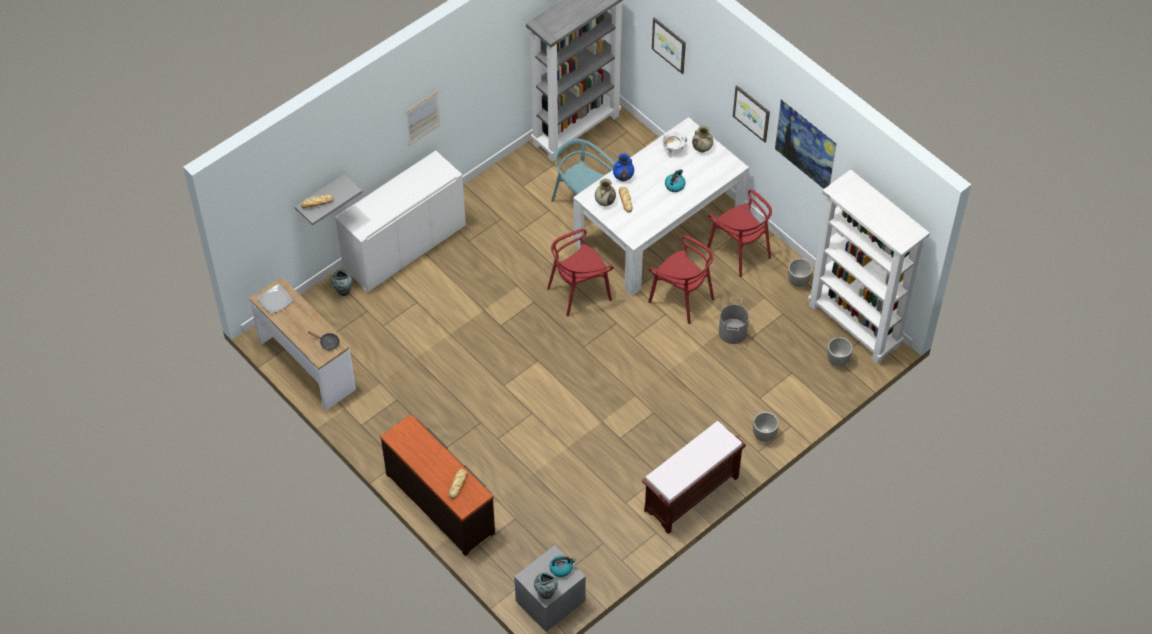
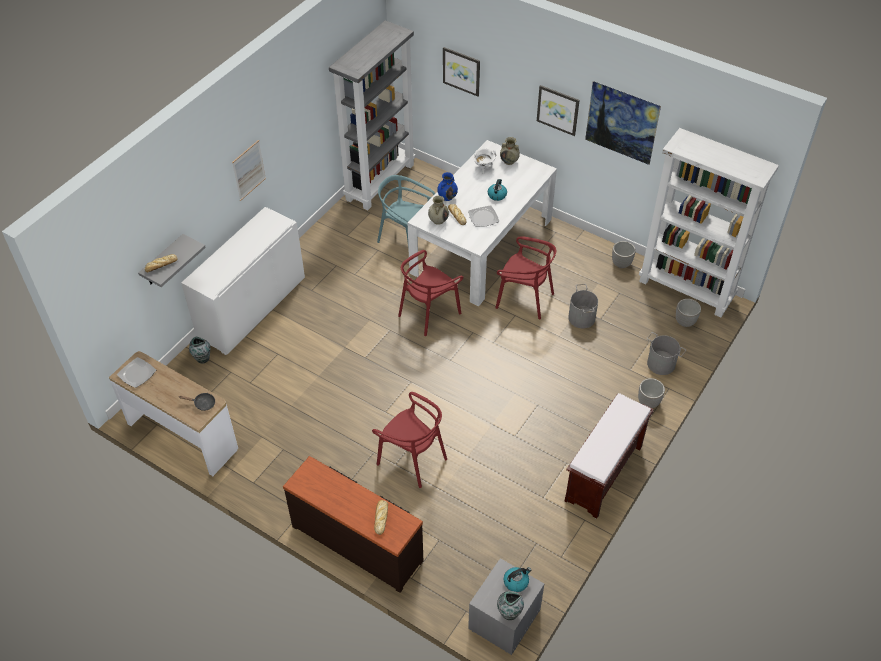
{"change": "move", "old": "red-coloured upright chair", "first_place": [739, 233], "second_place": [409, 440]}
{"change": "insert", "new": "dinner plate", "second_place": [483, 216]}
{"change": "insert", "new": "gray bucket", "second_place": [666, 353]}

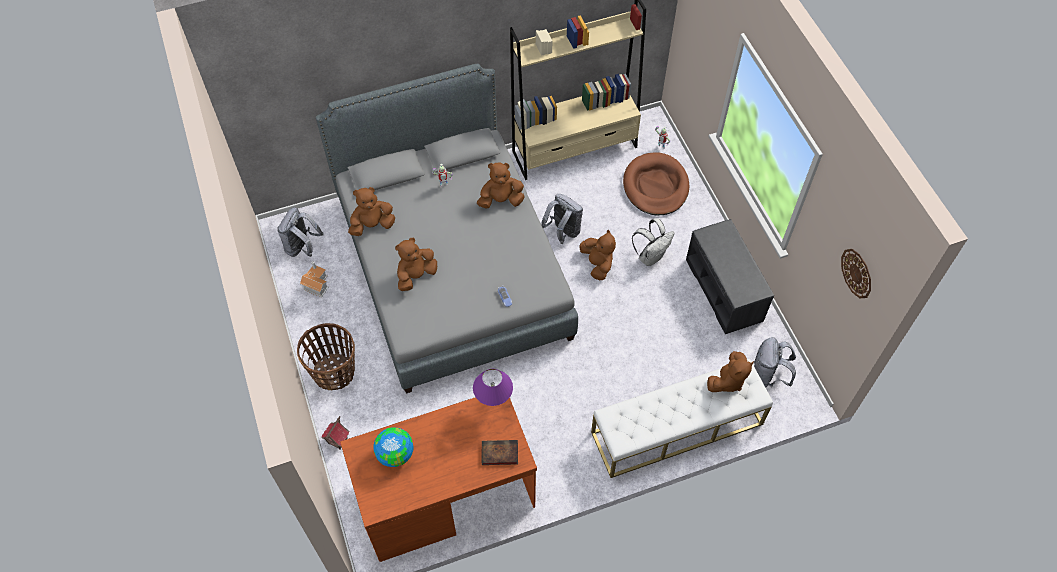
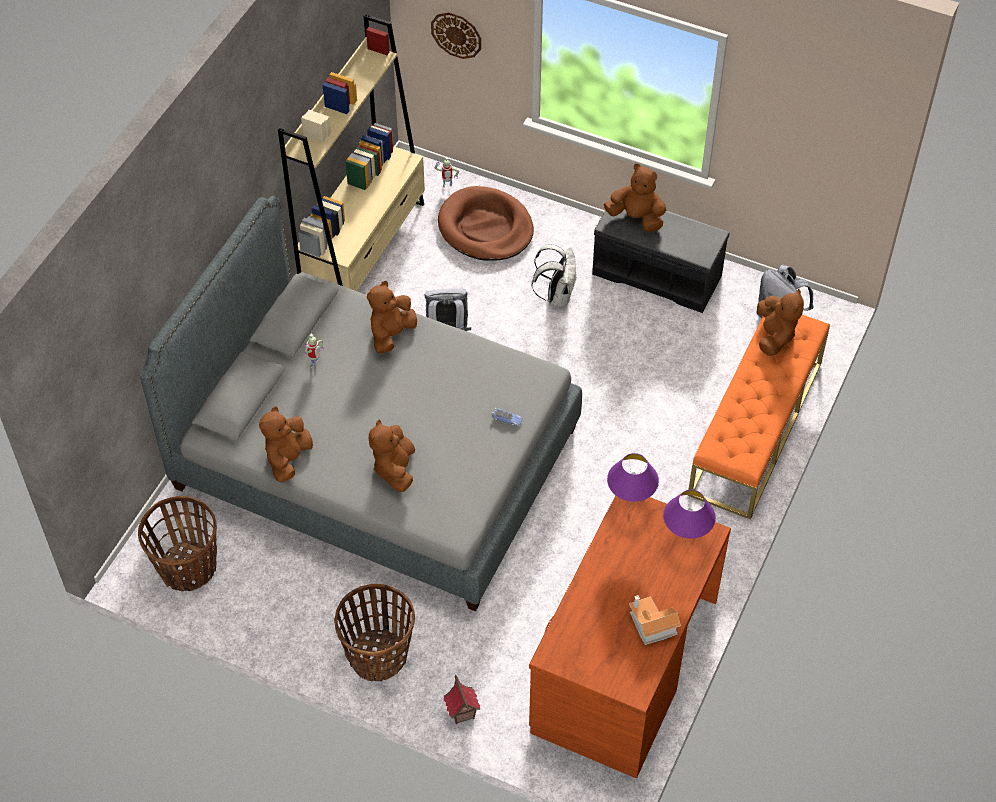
{"change": "replace", "old": "gray knapsack", "new": "household basket", "first_place": [300, 232], "second_place": [177, 543]}
{"change": "move", "old": "model house", "first_place": [314, 279], "second_place": [655, 620]}
{"change": "delete", "old": "world globe", "first_place": [393, 447]}
{"change": "replace", "old": "bound book", "new": "purplish table lamp", "first_place": [500, 452], "second_place": [689, 517]}
{"change": "move", "old": "brown soft toy", "first_place": [598, 255], "second_place": [635, 198]}
{"change": "recolor", "old": "whitish indoor bench", "new": "orange-coloured indoor bench", "first_place": [682, 418], "second_place": [759, 417]}
{"change": "move", "old": "hanging clock", "first_place": [856, 273], "second_place": [456, 35]}

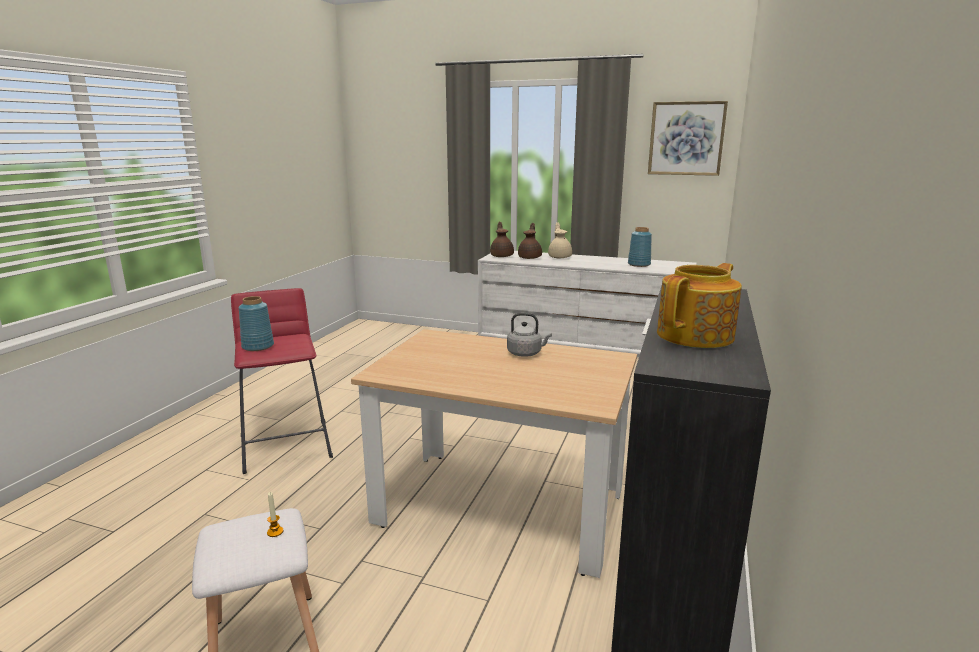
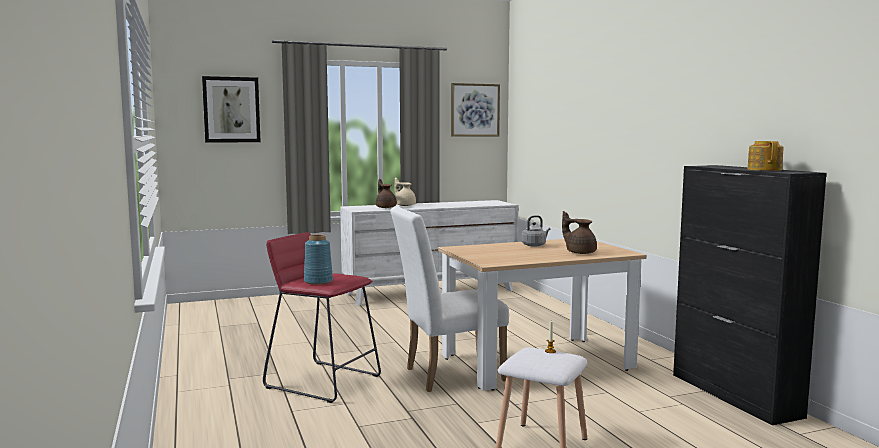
{"change": "move", "old": "brown teapot", "first_place": [502, 239], "second_place": [579, 232]}
{"change": "delete", "old": "bluish vase", "first_place": [640, 247]}
{"change": "insert", "new": "wall picture", "second_place": [231, 109]}
{"change": "insert", "new": "whitish upright chair", "second_place": [449, 299]}

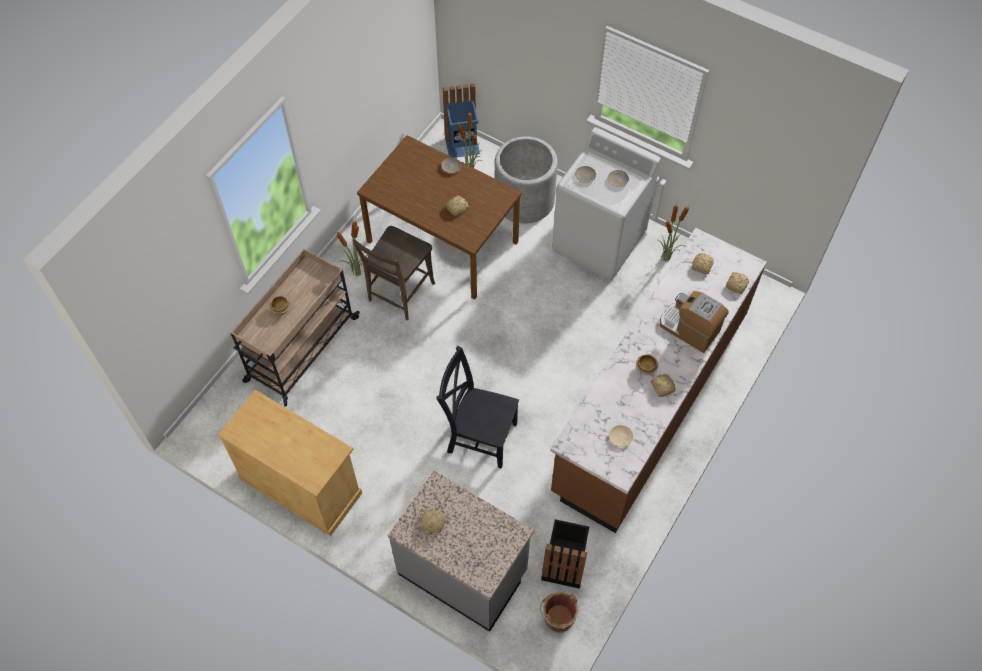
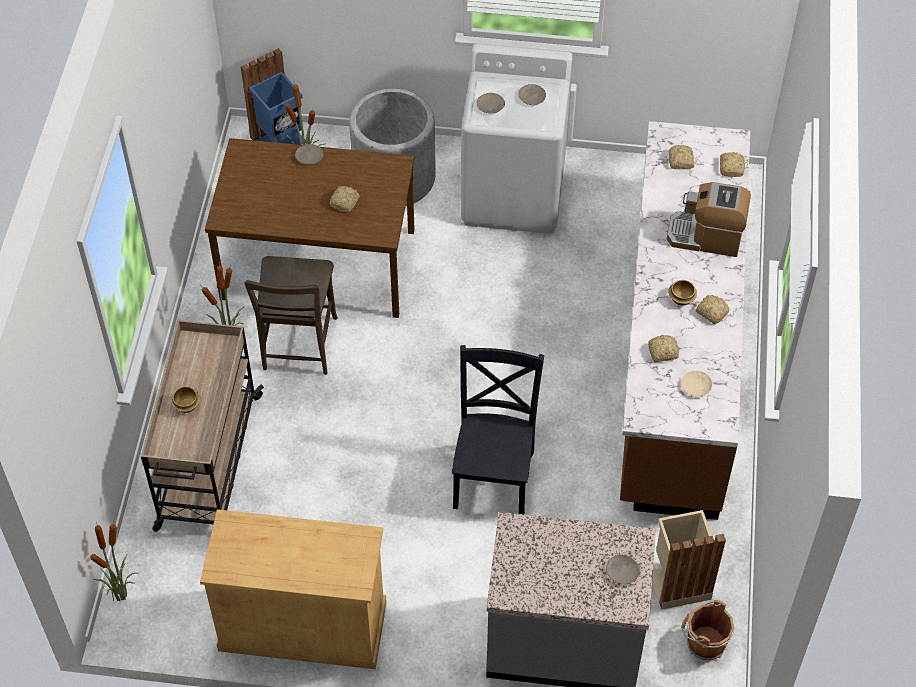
{"change": "move", "old": "bakery bread", "first_place": [433, 521], "second_place": [663, 348]}
{"change": "rotate", "old": "black-coloured upright chair", "first_place": [478, 407], "second_place": [498, 429], "degrees": 105}
{"change": "recolor", "old": "black-coloured waste bin", "new": "sand-coloured waste bin", "first_place": [565, 554], "second_place": [689, 560]}
{"change": "move", "old": "potted plant", "first_place": [673, 232], "second_place": [114, 561]}
{"change": "insert", "new": "sand-coloured dinner plate", "second_place": [622, 569]}

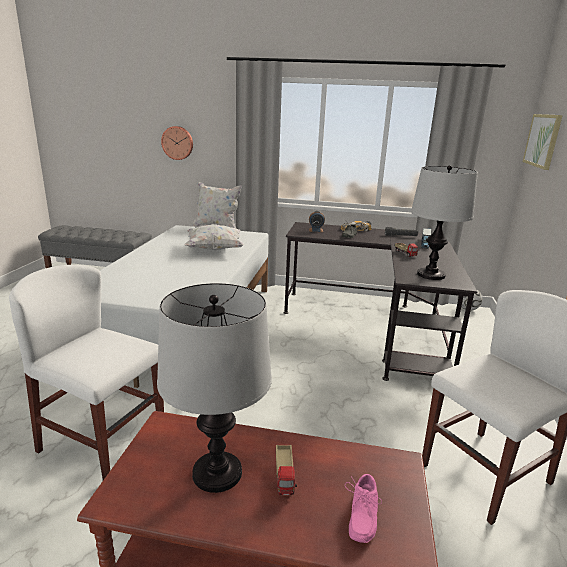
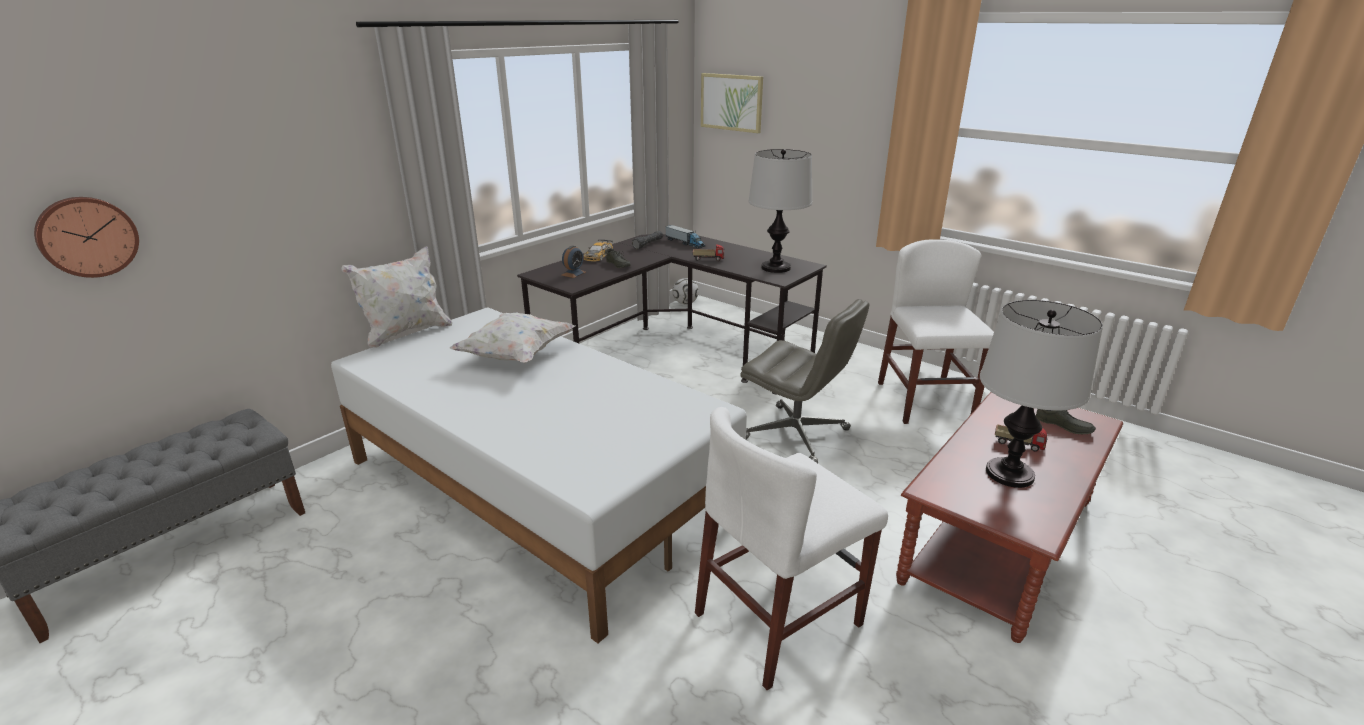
{"change": "move", "old": "hanging clock", "first_place": [177, 143], "second_place": [86, 237]}
{"change": "recolor", "old": "pink-coloured shoe", "new": "gray shoe", "first_place": [363, 508], "second_place": [1066, 421]}
{"change": "insert", "new": "gray office chair", "second_place": [804, 381]}

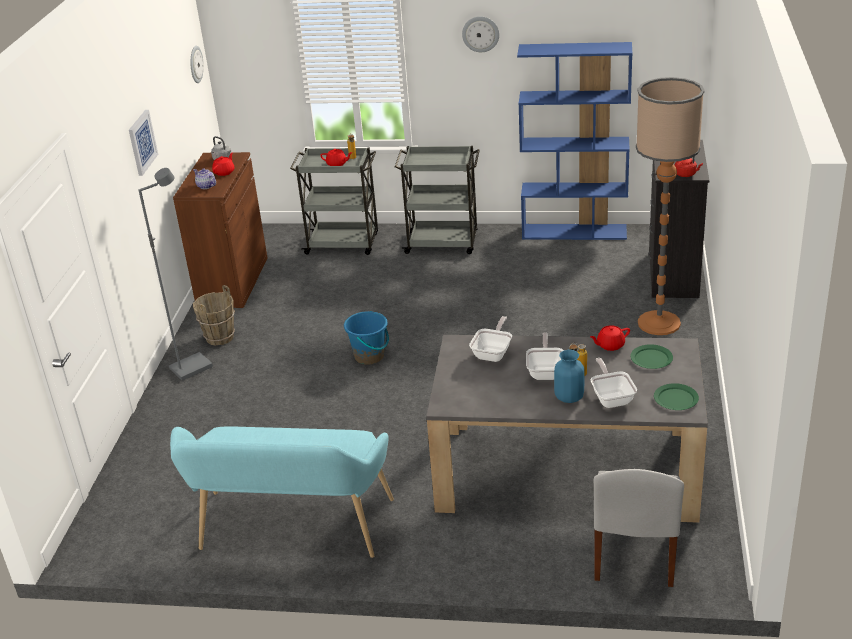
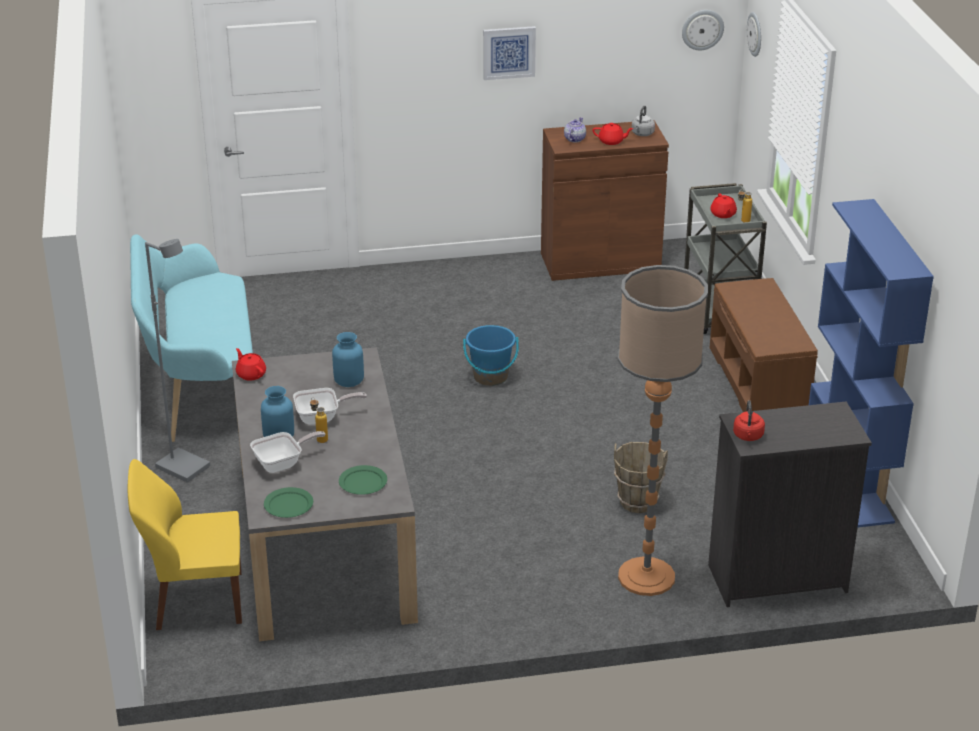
{"change": "move", "old": "gray floor lamp", "first_place": [175, 274], "second_place": [177, 361]}
{"change": "move", "old": "brown bucket", "first_place": [214, 315], "second_place": [641, 477]}
{"change": "replace", "old": "gray trolley", "new": "brown indoor bench", "first_place": [437, 200], "second_place": [764, 345]}
{"change": "move", "old": "hanging clock", "first_place": [480, 34], "second_place": [754, 34]}
{"change": "replace", "old": "frying pan", "new": "bluish vase", "first_place": [490, 339], "second_place": [348, 359]}
{"change": "move", "old": "red-coloured teapot", "first_place": [610, 338], "second_place": [251, 364]}
{"change": "recolor", "old": "whitish upright chair", "new": "yellow-coloured upright chair", "first_place": [639, 528], "second_place": [185, 544]}

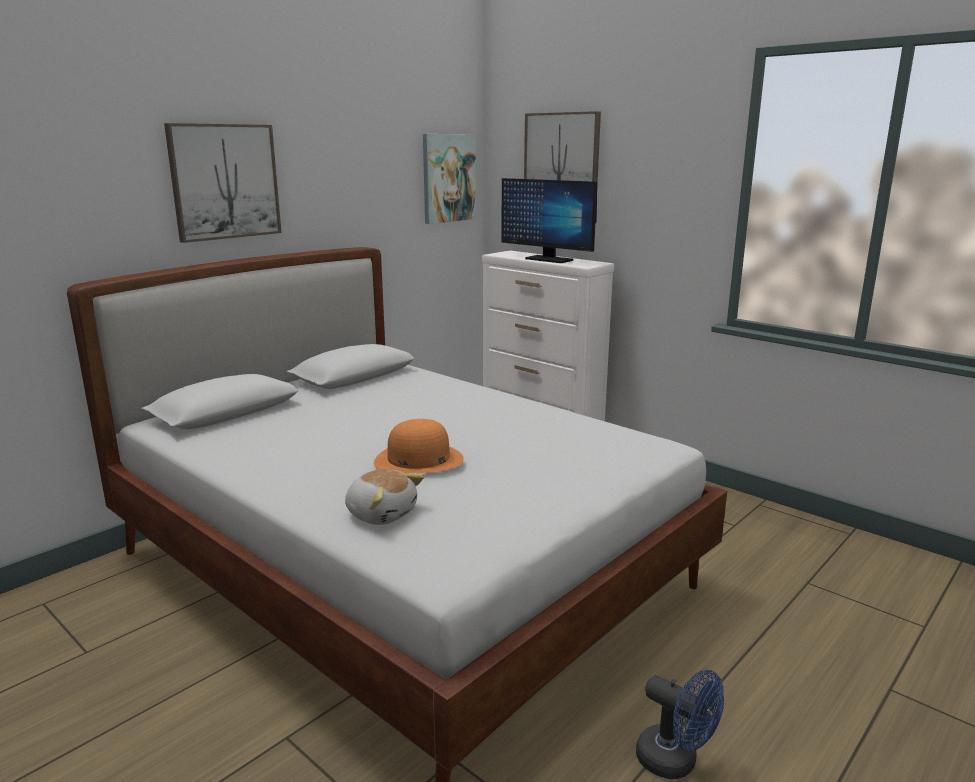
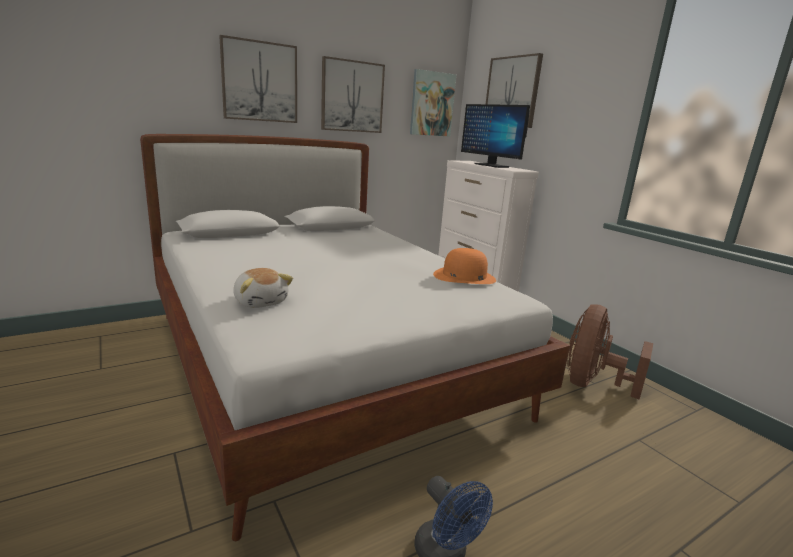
{"change": "move", "old": "orange-coloured hat", "first_place": [419, 446], "second_place": [464, 266]}
{"change": "insert", "new": "wall picture", "second_place": [353, 94]}
{"change": "insert", "new": "brown cooling fan", "second_place": [610, 352]}

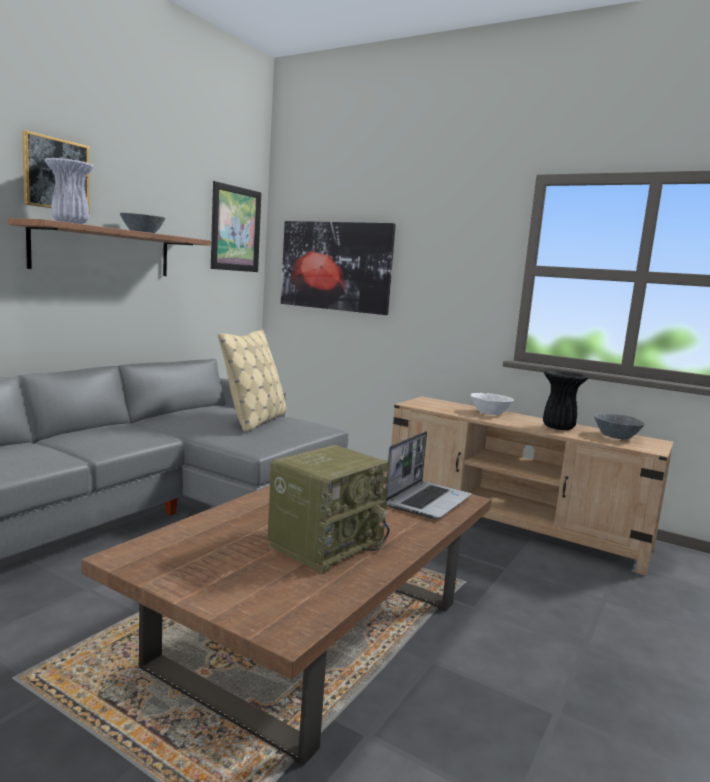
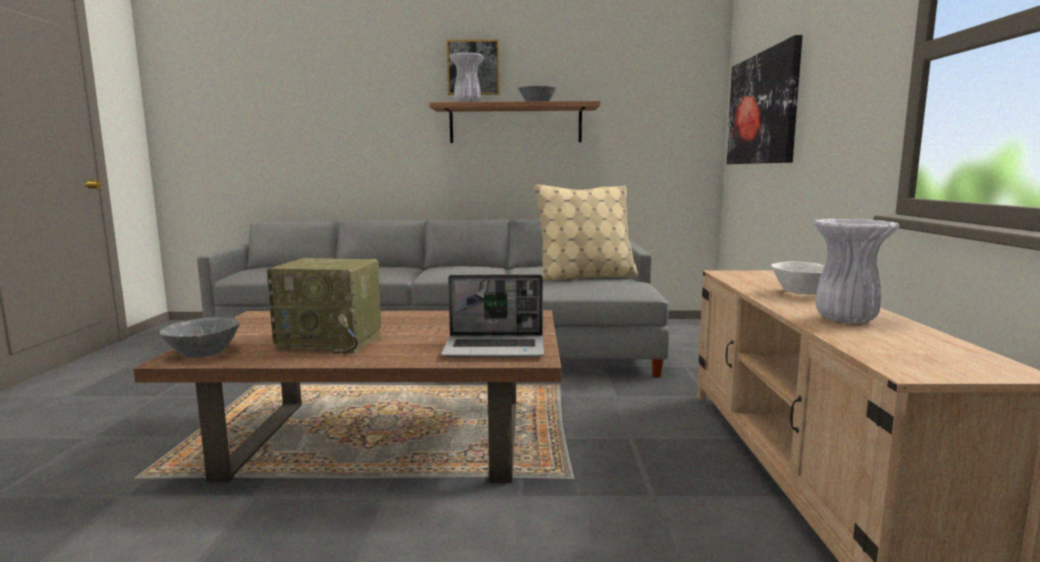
{"change": "delete", "old": "wall picture", "first_place": [236, 226]}
{"change": "recolor", "old": "black-coloured vase", "new": "whitish vase", "first_place": [565, 400], "second_place": [856, 271]}
{"change": "move", "old": "gray serving bowl", "first_place": [619, 426], "second_place": [199, 337]}

